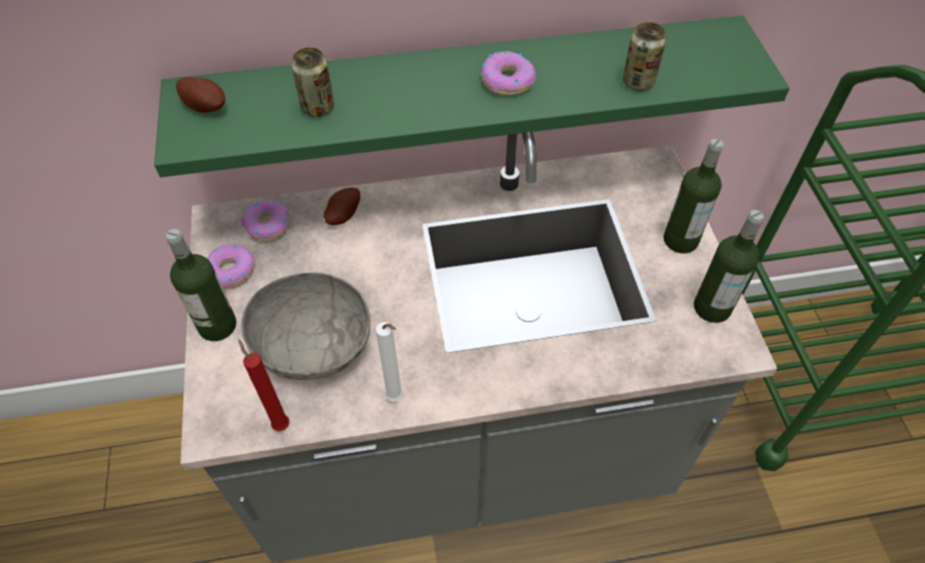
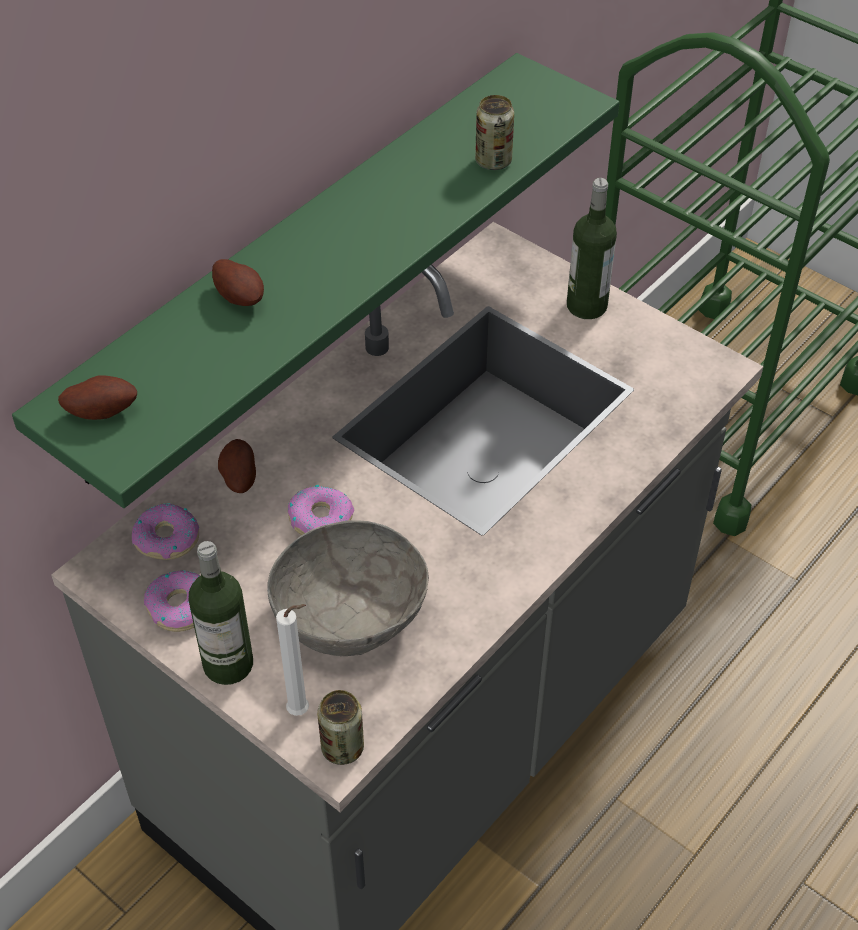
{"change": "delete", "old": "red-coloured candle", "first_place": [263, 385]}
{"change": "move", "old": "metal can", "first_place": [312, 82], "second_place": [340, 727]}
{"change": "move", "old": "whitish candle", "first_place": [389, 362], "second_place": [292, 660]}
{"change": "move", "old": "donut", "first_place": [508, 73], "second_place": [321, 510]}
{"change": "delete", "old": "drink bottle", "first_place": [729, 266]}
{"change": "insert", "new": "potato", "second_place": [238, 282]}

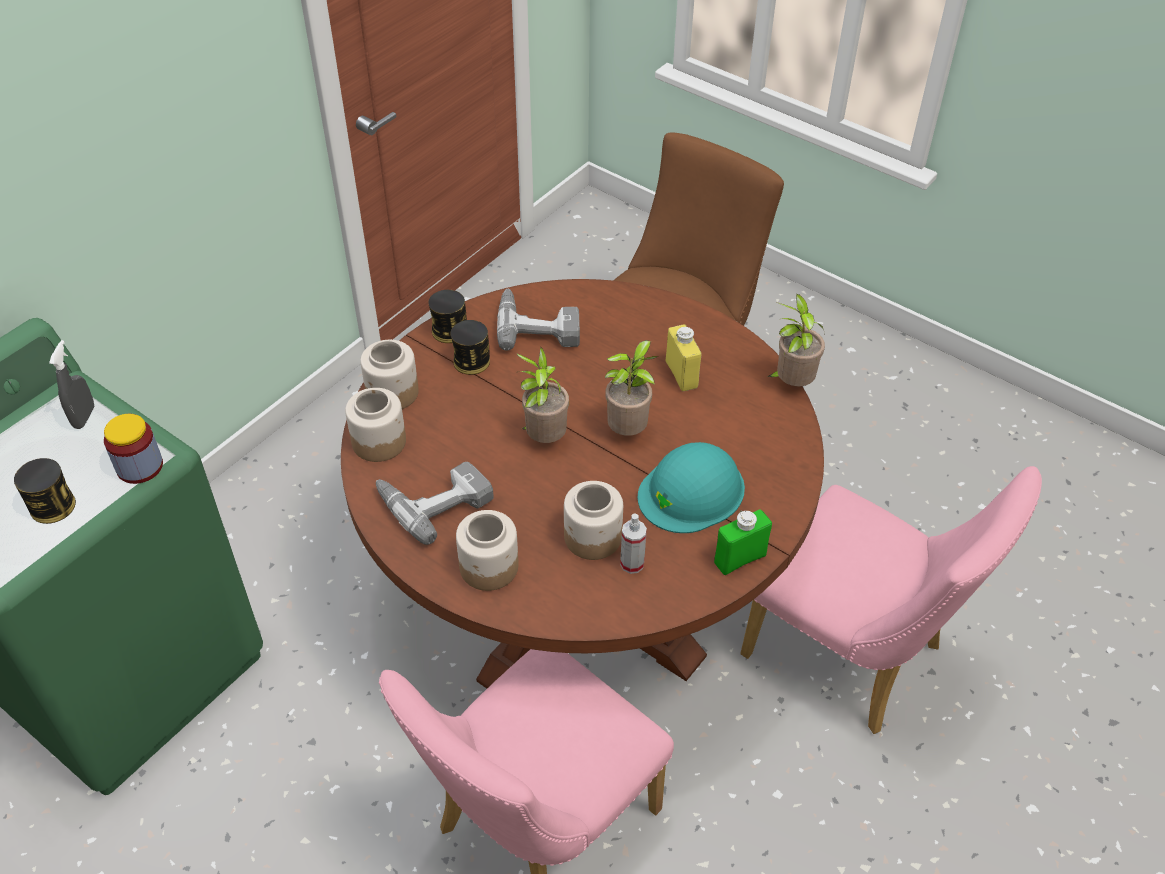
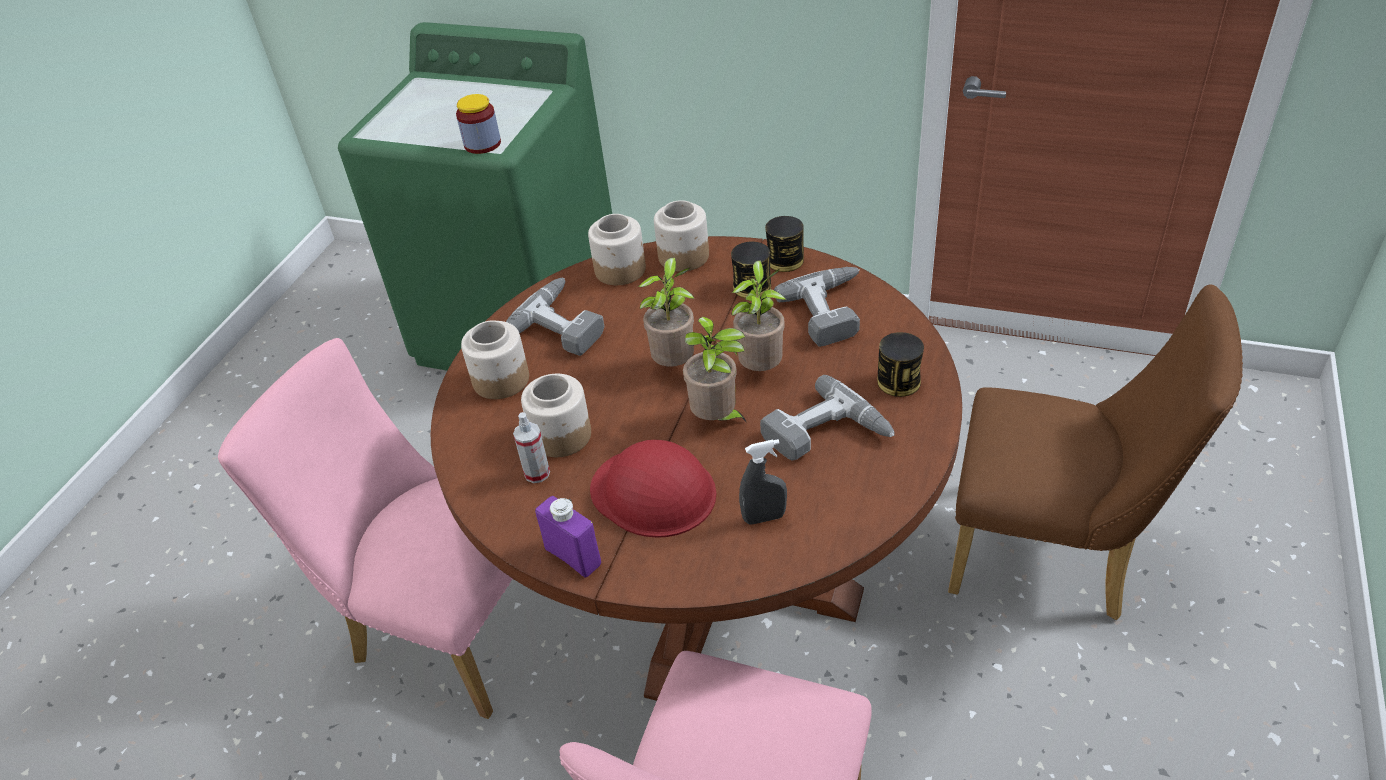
{"change": "move", "old": "metal can", "first_place": [45, 491], "second_place": [900, 364]}
{"change": "move", "old": "gray sprayer", "first_place": [71, 384], "second_place": [763, 482]}
{"change": "recolor", "old": "turquoise hard hat", "new": "red-coloured hard hat", "first_place": [691, 487], "second_place": [653, 489]}
{"change": "replace", "old": "yellow-coloured drink bottle", "new": "electric drill", "first_place": [683, 358], "second_place": [827, 417]}
{"change": "recolor", "old": "green-coloured drink bottle", "new": "purplish drink bottle", "first_place": [743, 542], "second_place": [568, 536]}
{"change": "move", "old": "potted plant", "first_place": [796, 339], "second_place": [758, 316]}

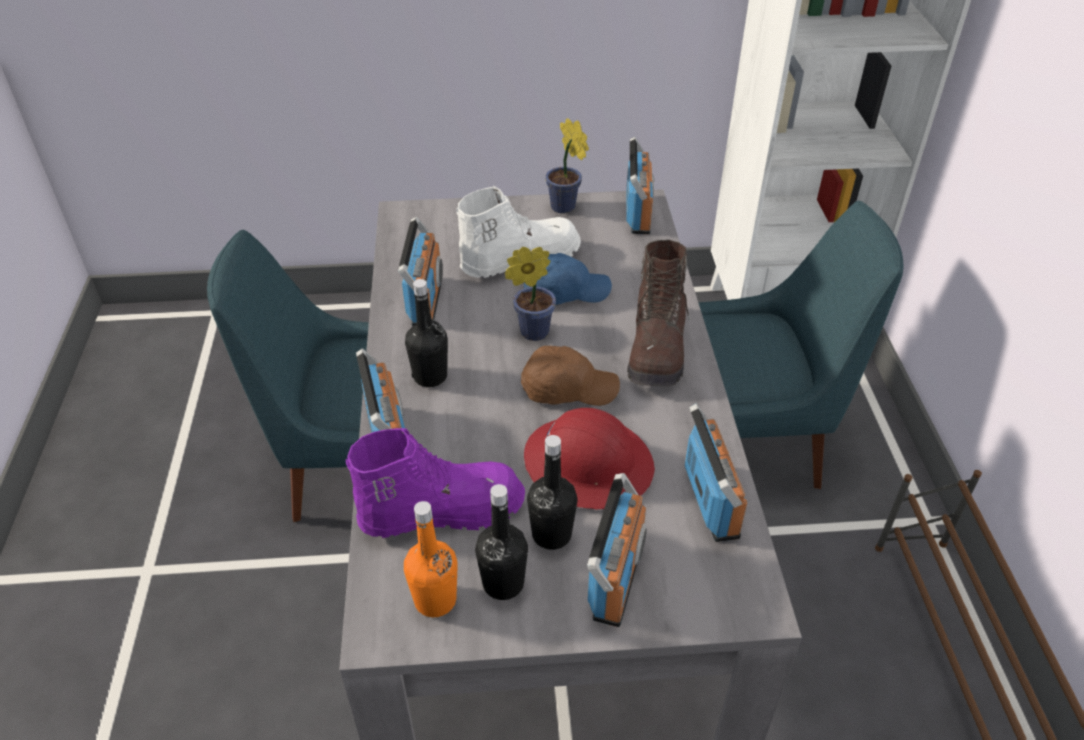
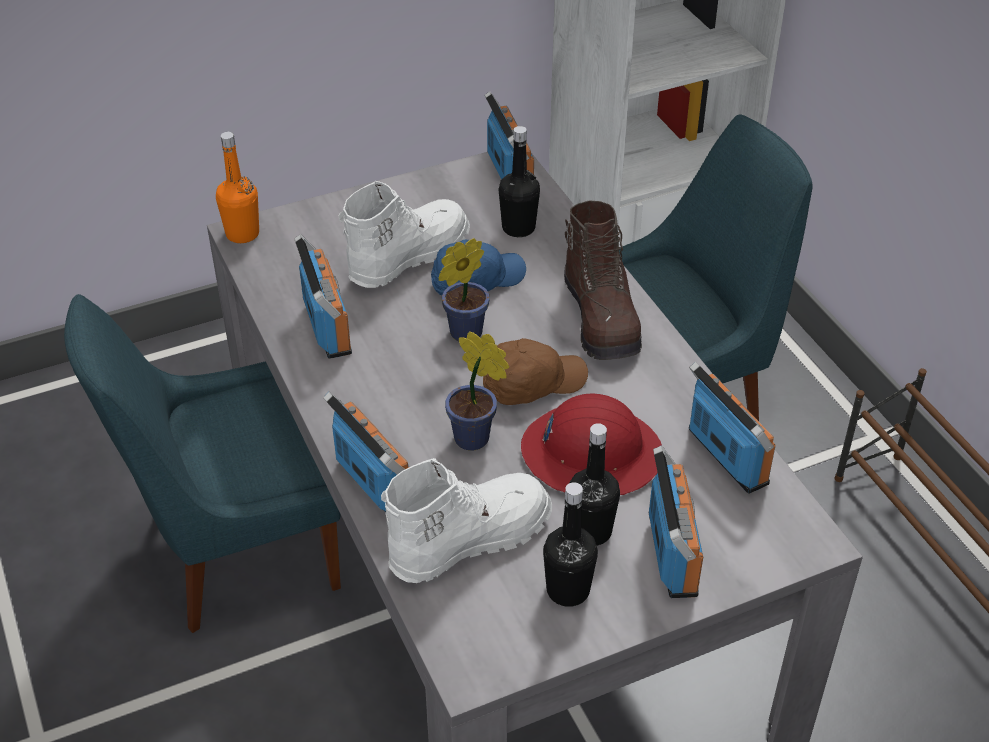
{"change": "recolor", "old": "purplish high-top boot", "new": "whitish high-top boot", "first_place": [435, 483], "second_place": [466, 520]}
{"change": "move", "old": "orange-coloured drink bottle", "first_place": [431, 559], "second_place": [237, 187]}
{"change": "move", "old": "black-coloured drink bottle", "first_place": [426, 333], "second_place": [519, 181]}
{"change": "move", "old": "potted plant", "first_place": [567, 166], "second_place": [477, 390]}

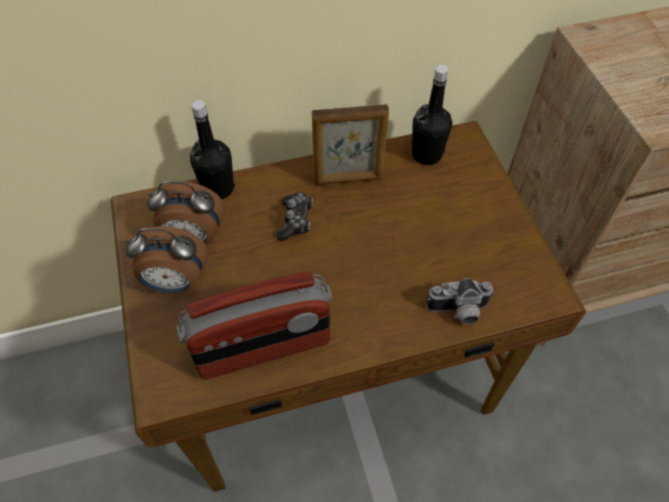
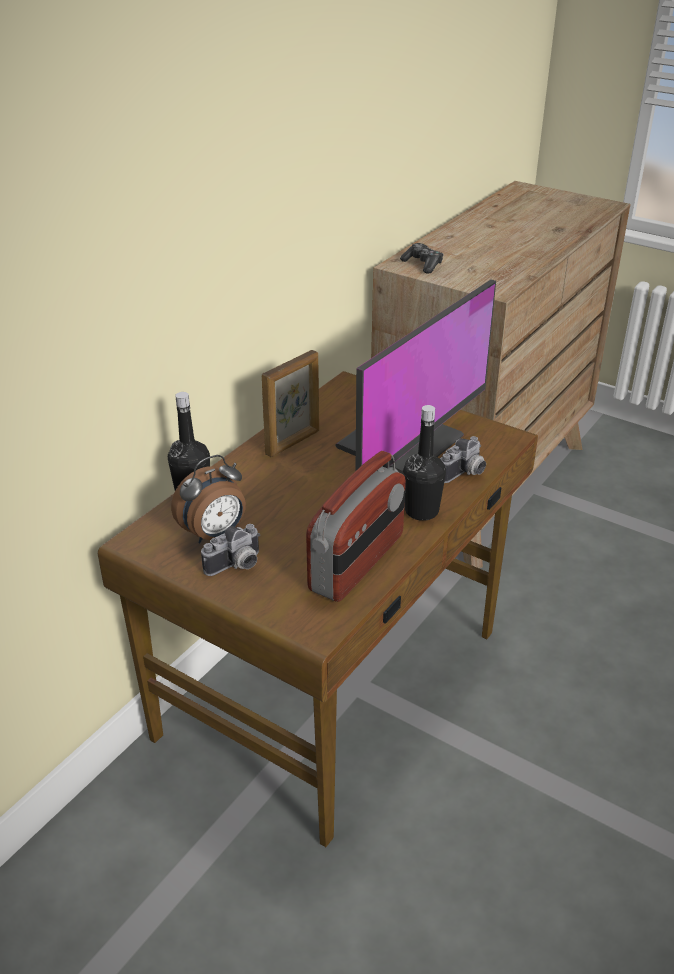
{"change": "replace", "old": "alarm clock", "new": "still camera", "first_place": [166, 259], "second_place": [230, 550]}
{"change": "move", "old": "game controller", "first_place": [294, 216], "second_place": [421, 258]}
{"change": "move", "old": "black-coloured drink bottle", "first_place": [432, 115], "second_place": [424, 463]}
{"change": "insert", "new": "computer screen", "second_place": [415, 376]}

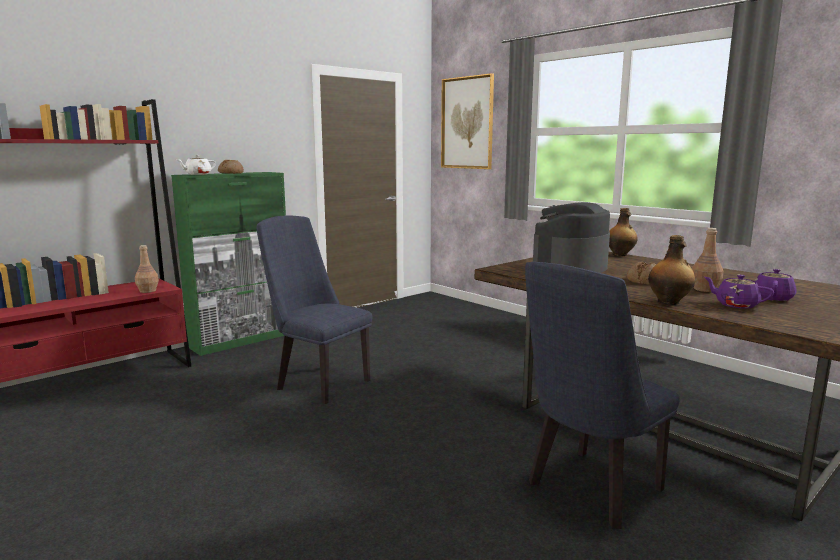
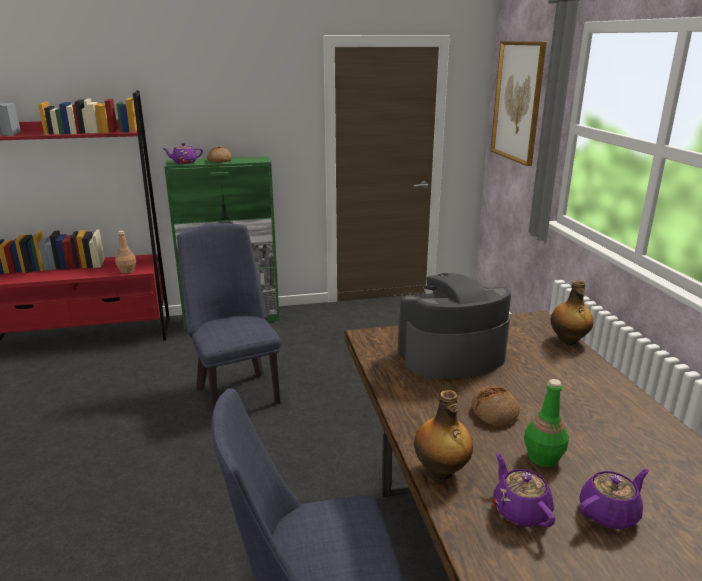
{"change": "recolor", "old": "whitish teapot", "new": "purplish teapot", "first_place": [196, 165], "second_place": [182, 153]}
{"change": "recolor", "old": "brown drink bottle", "new": "green-coloured drink bottle", "first_place": [707, 260], "second_place": [546, 423]}

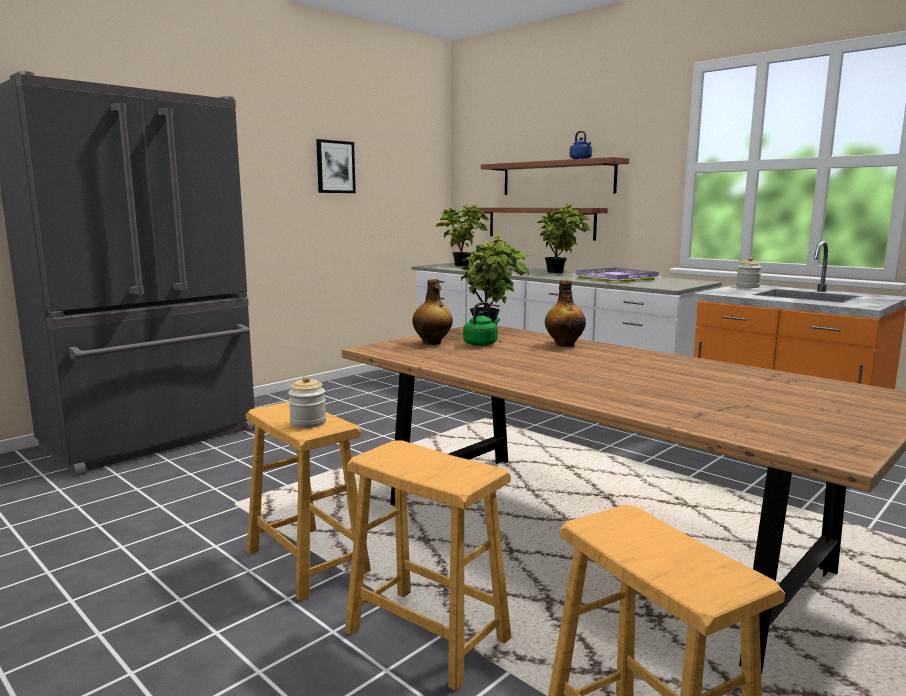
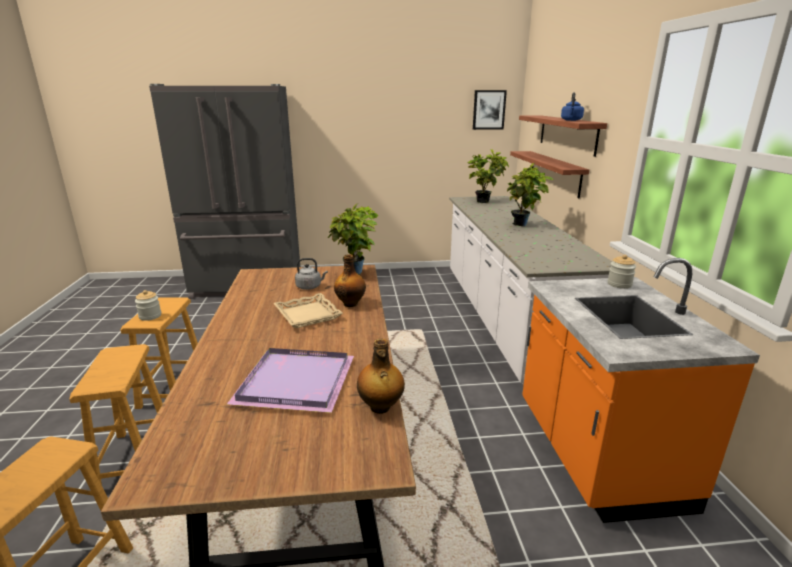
{"change": "move", "old": "wall picture", "first_place": [336, 166], "second_place": [490, 110]}
{"change": "move", "old": "drink bottle", "first_place": [432, 312], "second_place": [381, 376]}
{"change": "recolor", "old": "green-coloured tea kettle", "new": "gray tea kettle", "first_place": [481, 324], "second_place": [311, 274]}
{"change": "move", "old": "purplish serving tray", "first_place": [617, 275], "second_place": [290, 380]}
{"change": "insert", "new": "sand-coloured serving tray", "second_place": [308, 310]}

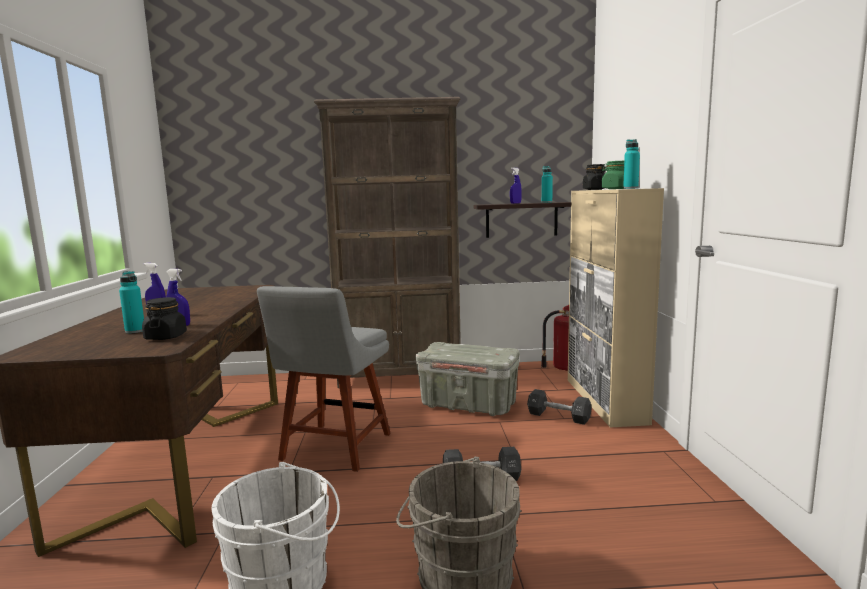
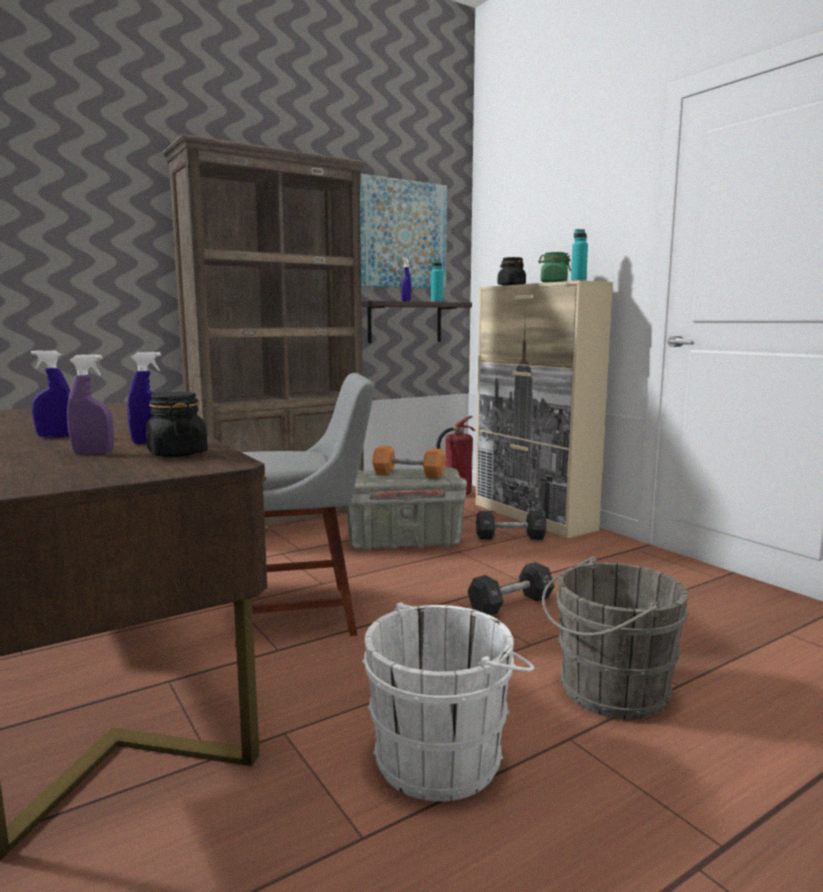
{"change": "replace", "old": "turquoise drink bottle", "new": "purplish sprayer", "first_place": [131, 302], "second_place": [90, 404]}
{"change": "rotate", "old": "gray upright chair", "first_place": [324, 379], "second_place": [304, 510], "degrees": -90}
{"change": "insert", "new": "wall picture", "second_place": [403, 231]}
{"change": "insert", "new": "orange-coloured hand weight", "second_place": [409, 462]}

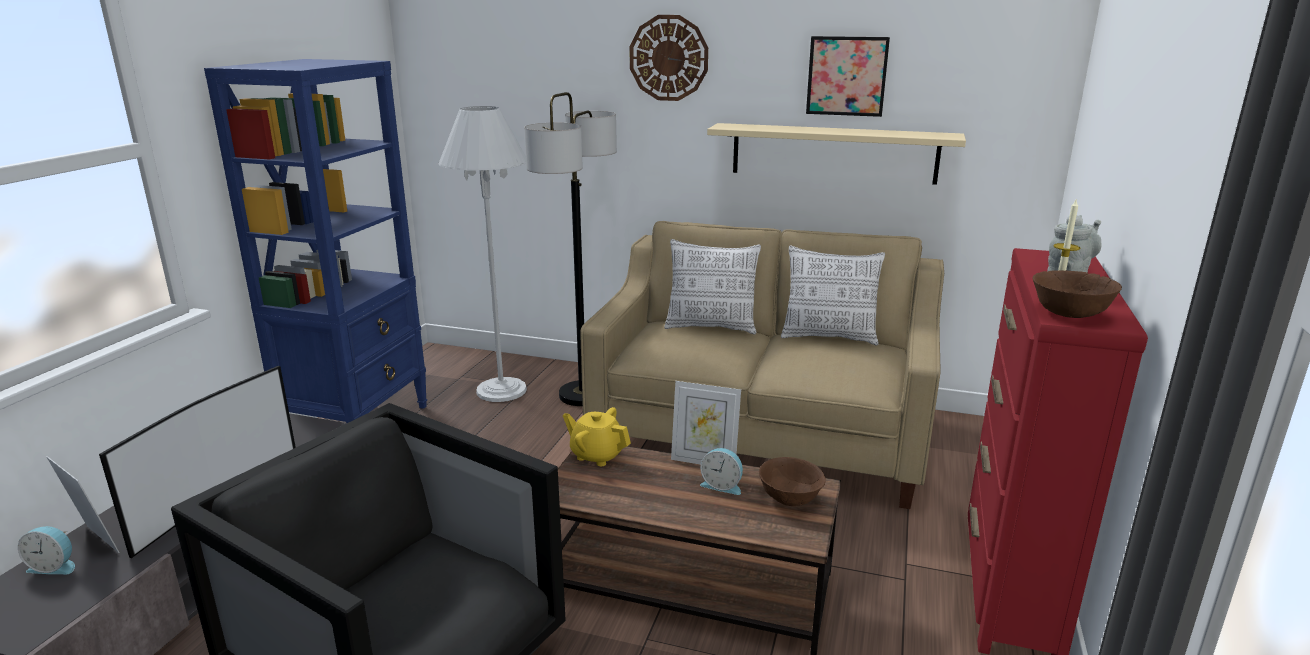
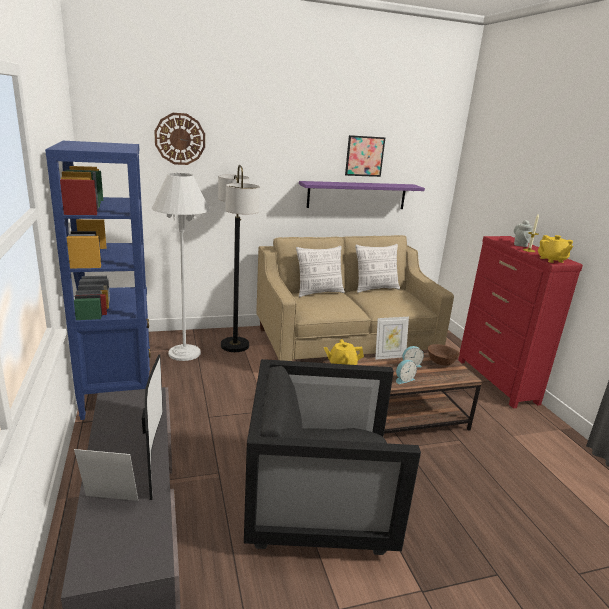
{"change": "move", "old": "alarm clock", "first_place": [46, 550], "second_place": [406, 372]}
{"change": "move", "old": "hanging clock", "first_place": [669, 58], "second_place": [179, 139]}
{"change": "recolor", "old": "sand-coloured bracket shelf", "new": "purplish bracket shelf", "first_place": [836, 154], "second_place": [362, 195]}
{"change": "replace", "old": "brown serving bowl", "new": "yellow-coloured teapot", "first_place": [1077, 294], "second_place": [555, 249]}

